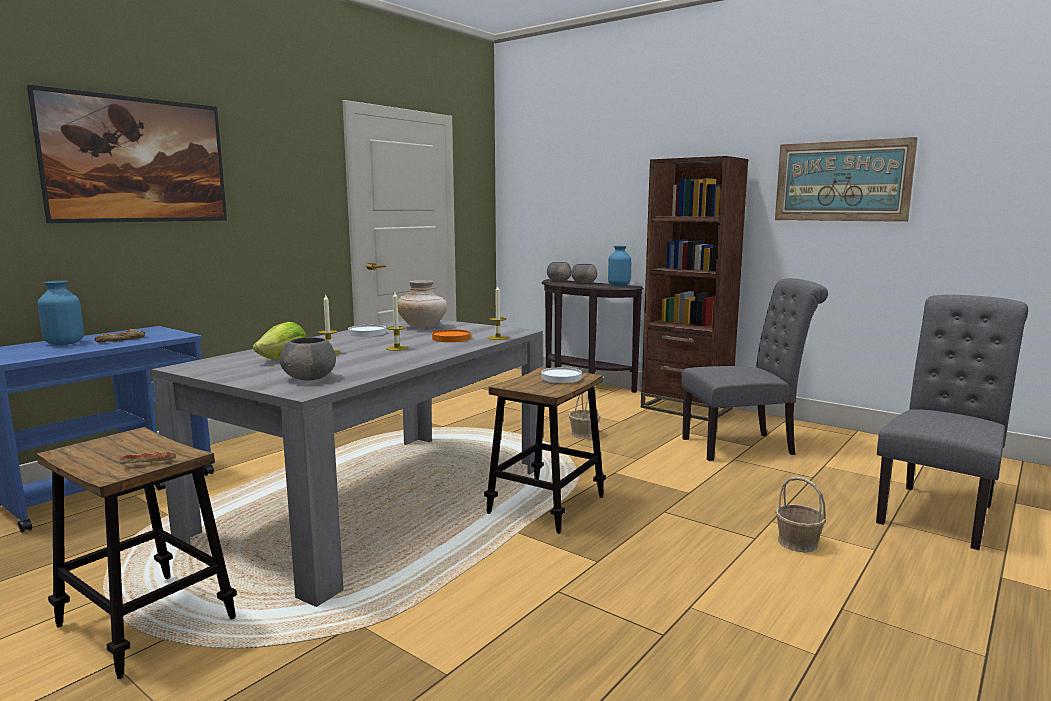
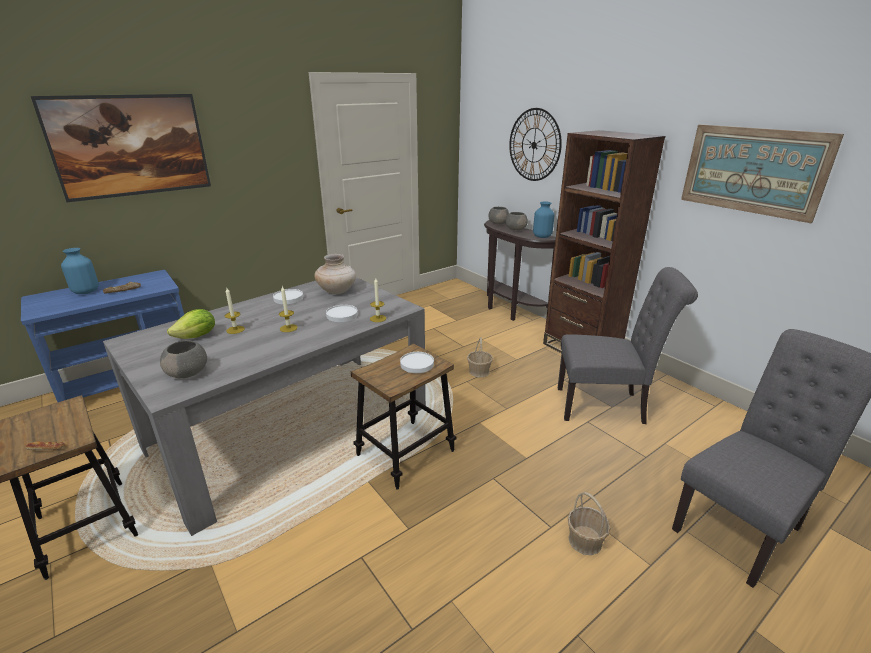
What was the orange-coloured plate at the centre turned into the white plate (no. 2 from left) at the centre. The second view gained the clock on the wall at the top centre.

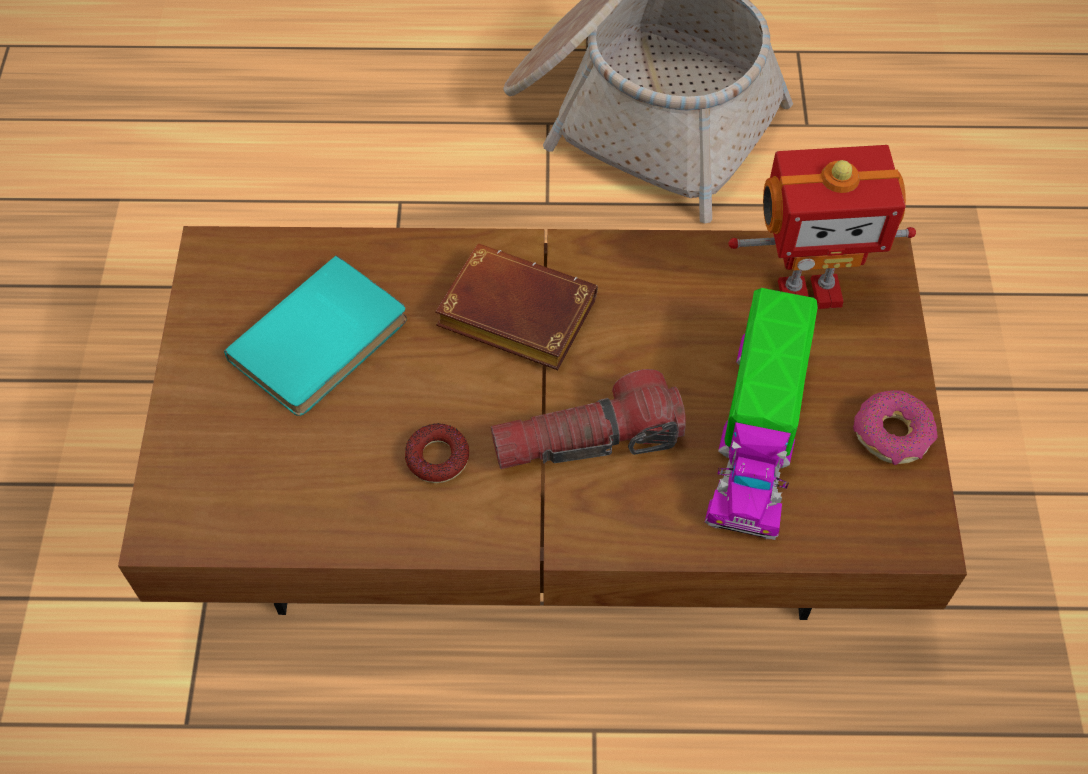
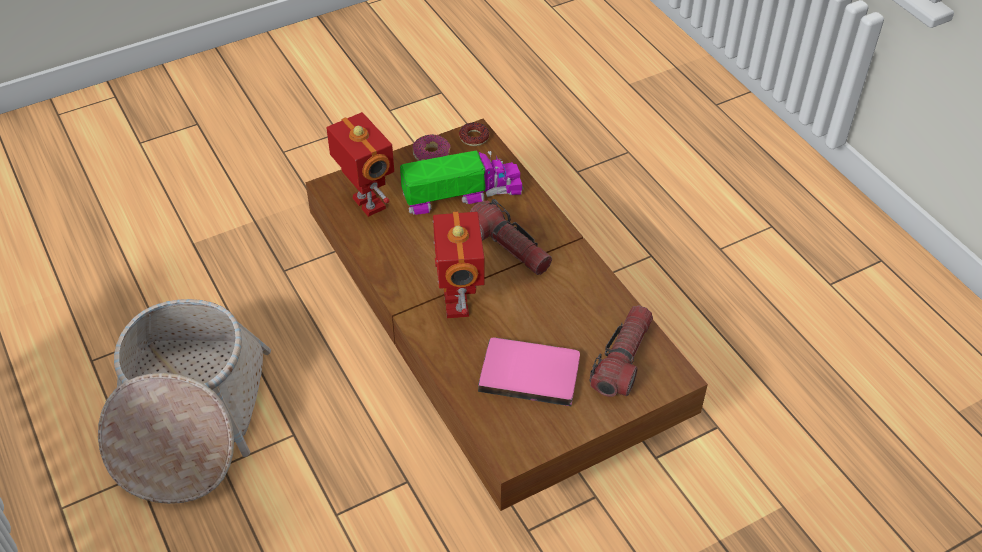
Where the brown book stood at the centre, the toy robot (no. 2 from left) came to stand at the centre. The donut (no. 1 from left in the first image) ended up elsewhere, having gone from the centre to the top centre. What was the turquoise book at the middle left turned into the pink book at the bottom centre. The second view gained the torch (no. 2 from left) at the centre.

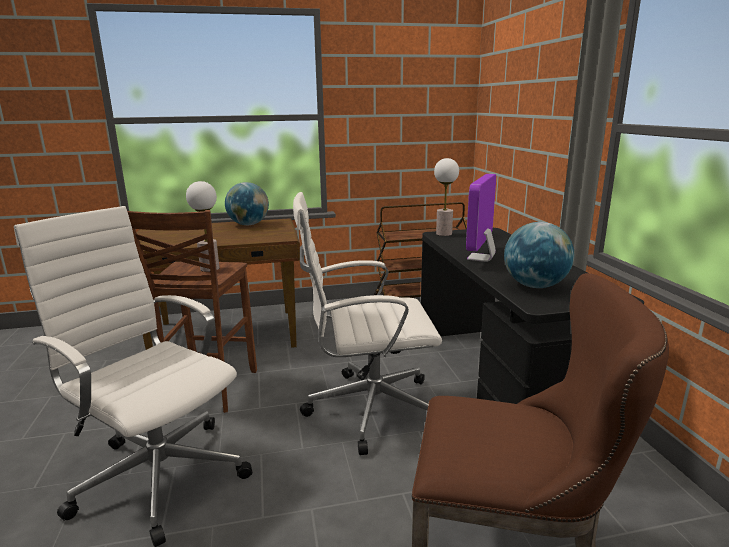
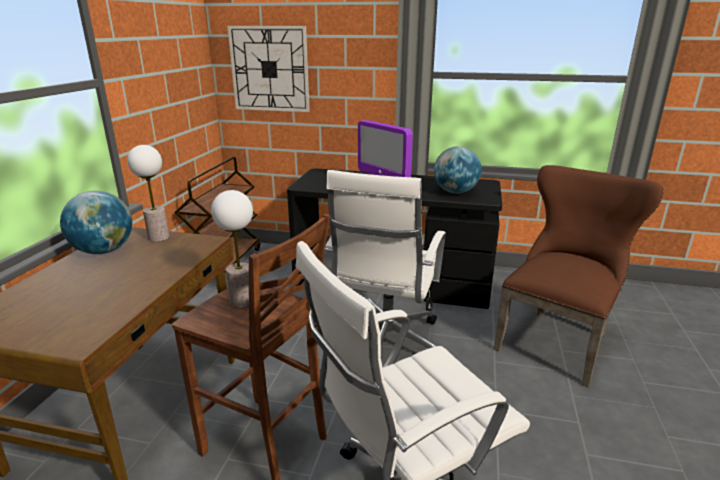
The table lamp (no. 2 from left in the first image) ended up elsewhere, having gone from the centre to the middle left. The second view gained the clock on the wall at the top centre.

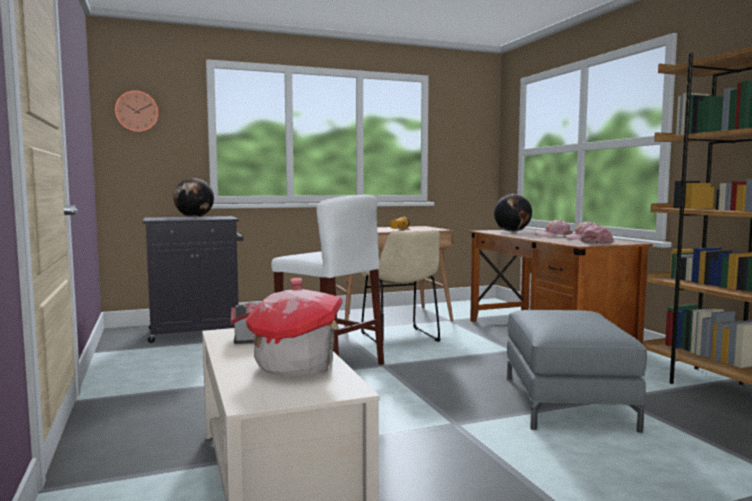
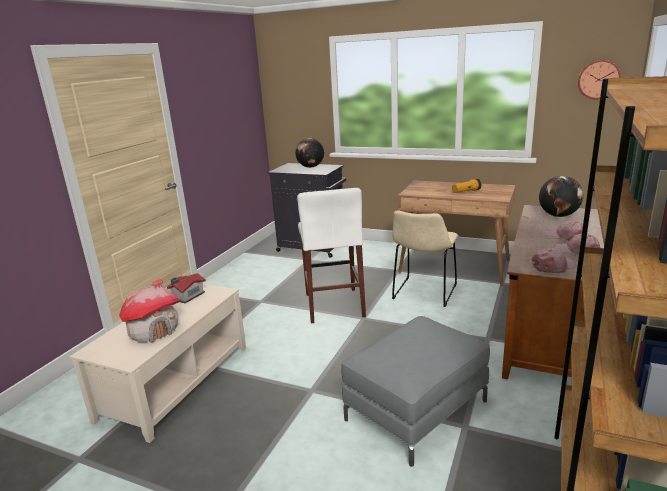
The clock on the wall ended up elsewhere, having gone from the top left to the top right.

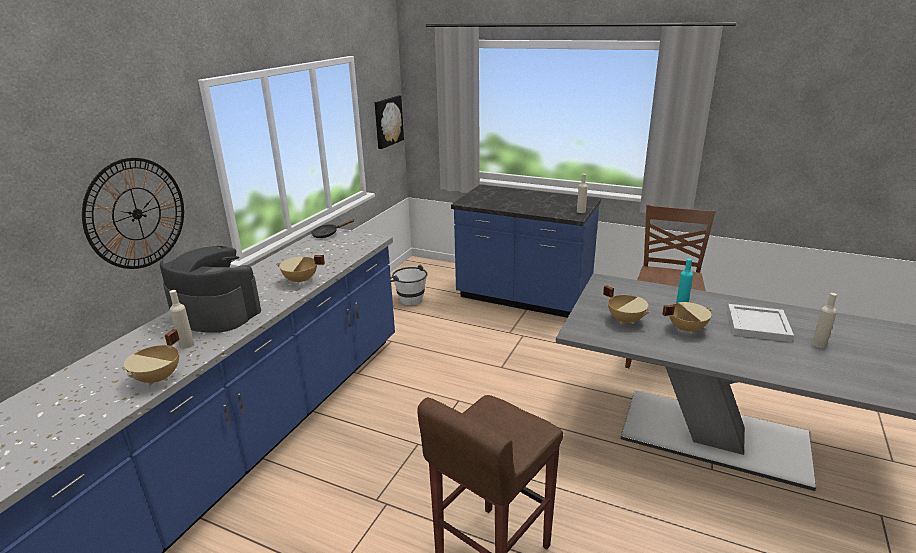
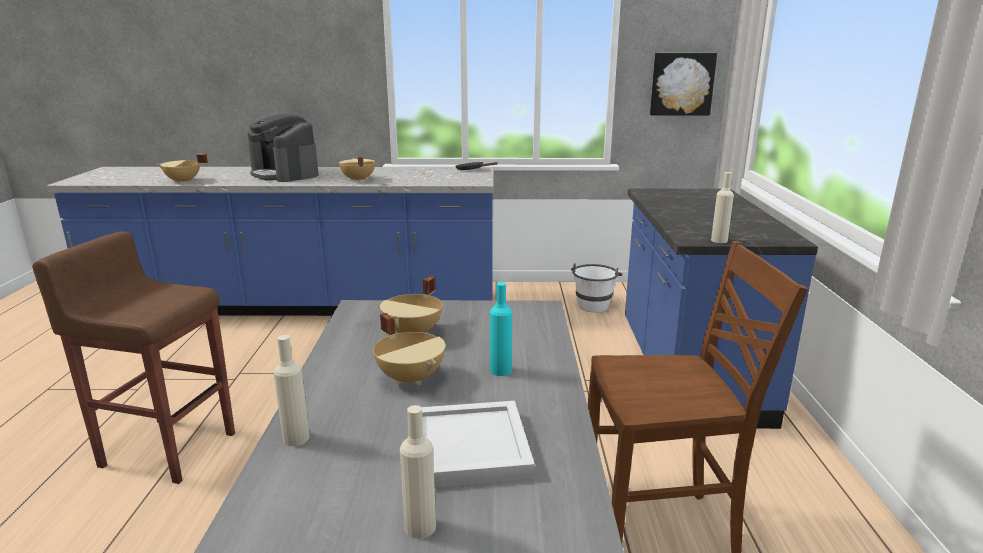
The coffee maker at the middle left ended up facing another way, 135 degrees clockwise from before. The sand-coloured bottle (no. 1 from left) ended up elsewhere, having gone from the middle left to the bottom left. The second view lost the clock on the wall at the middle left.

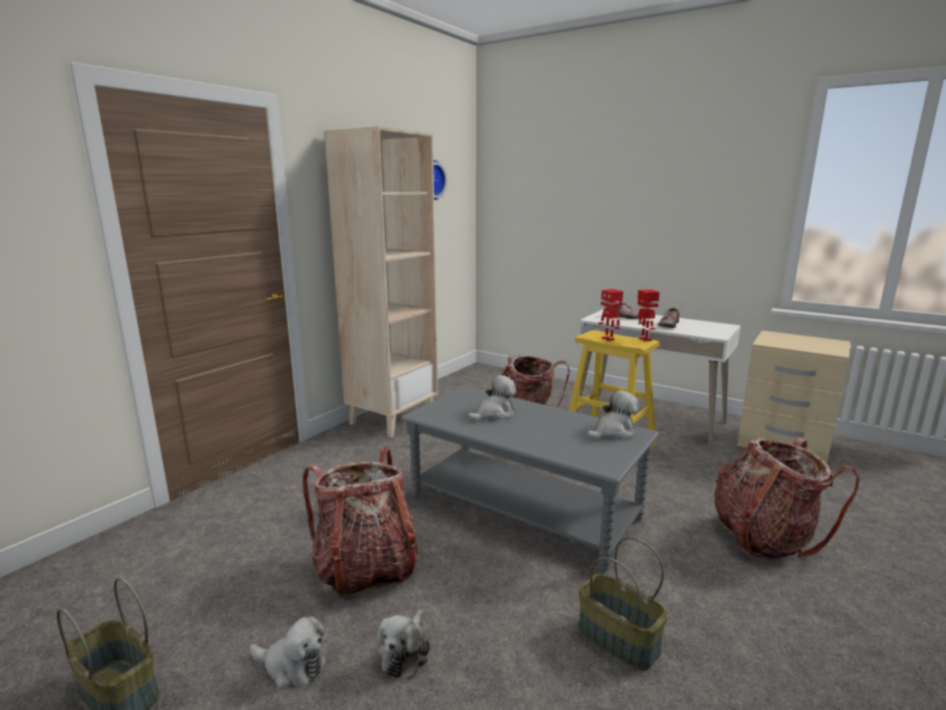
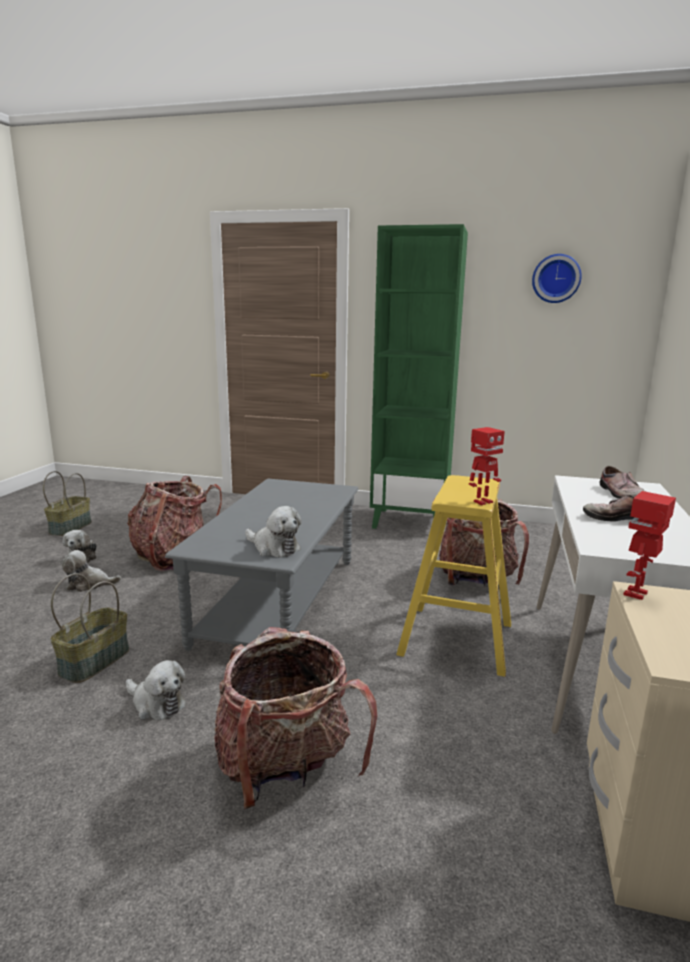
The soft toy (no. 3 from left) ended up elsewhere, having gone from the centre to the bottom left. What was the sand-coloured bookshelf at the centre turned into the greenish bookshelf at the centre. The toy robot (no. 1 from left in the first image) ended up elsewhere, having gone from the centre to the middle right.

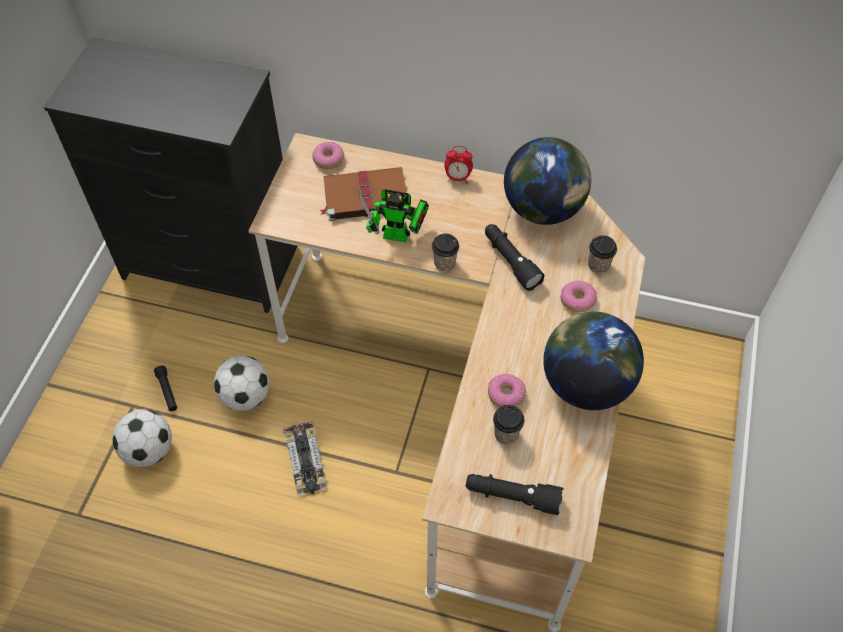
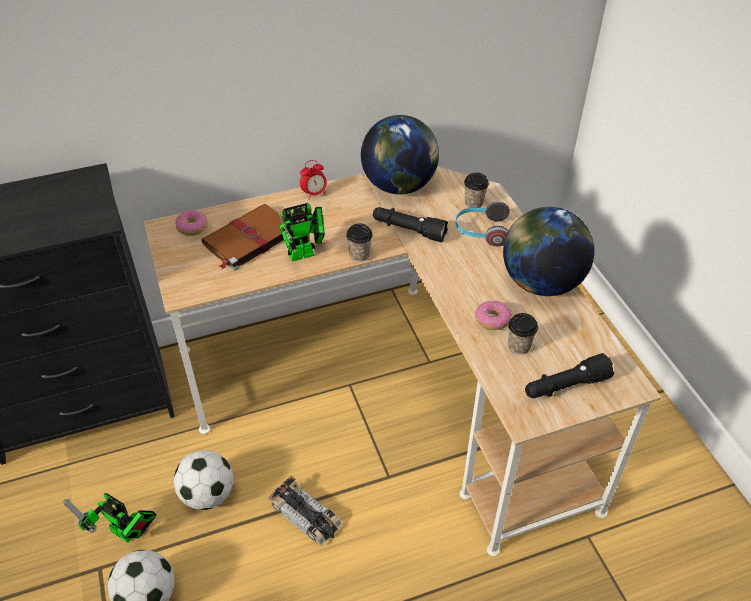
Where the black-coloured torch (no. 1 from left) stood at the middle left, the toy robot (no. 1 from left) came to stand at the bottom left. Where the donut (no. 3 from left) stood at the middle right, the headset came to stand at the centre.

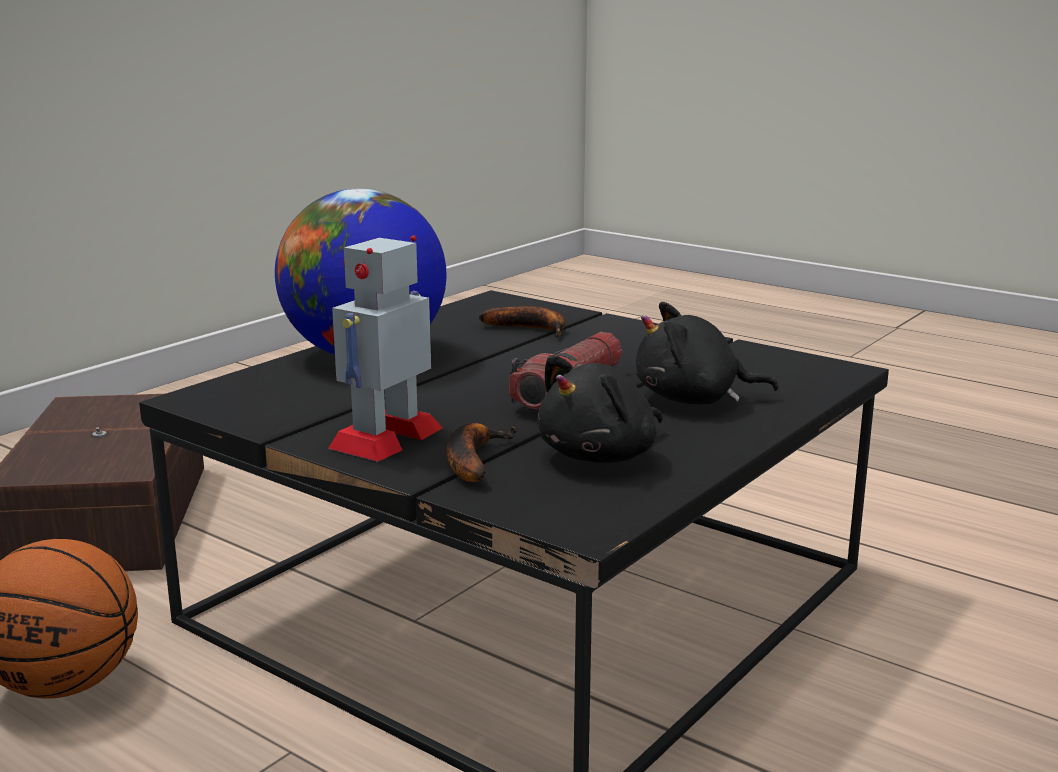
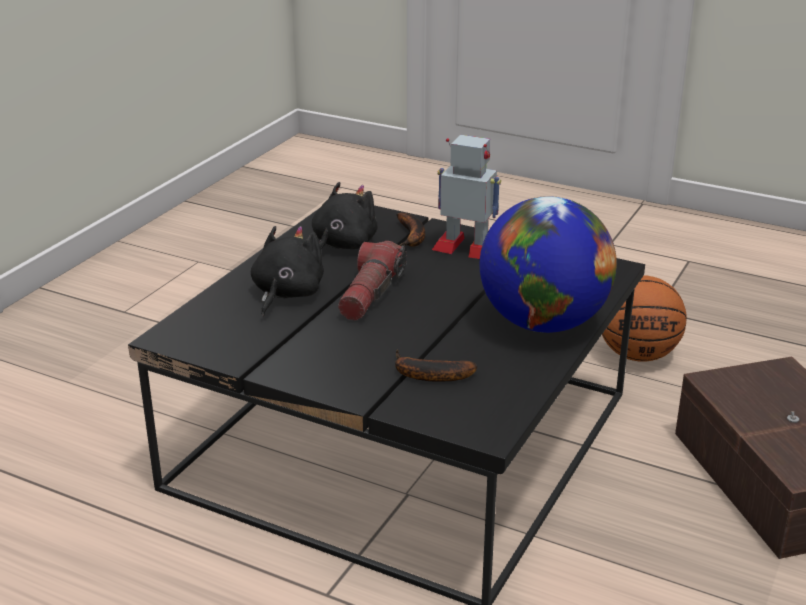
The black-coloured soft toy (no. 2 from left in the first image) at the middle right ended up facing another way, 60 degrees counterclockwise from before. The toy robot at the centre ended up facing another way, 90 degrees counterclockwise from before.

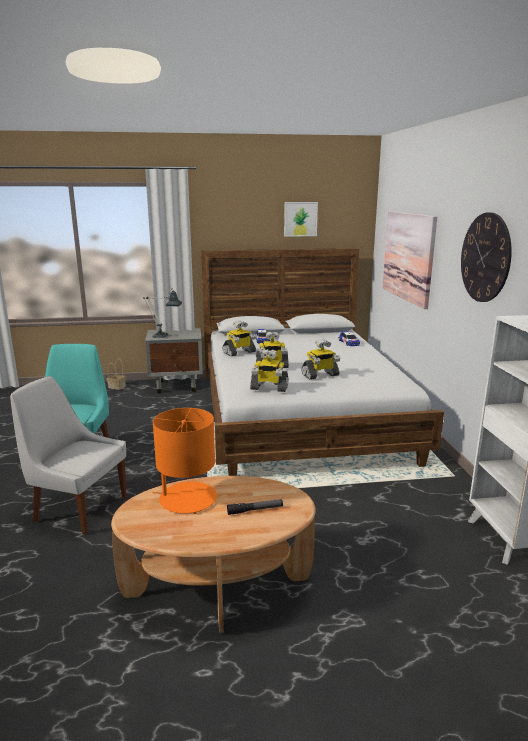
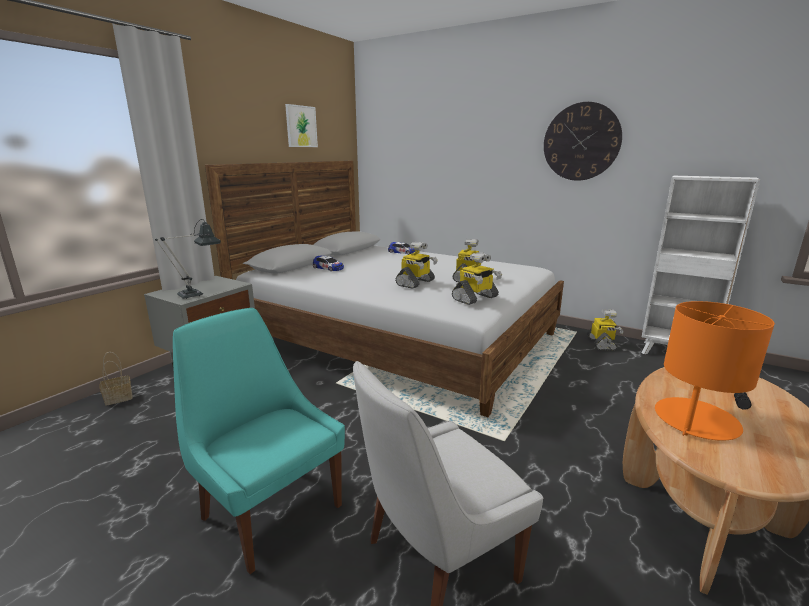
The toy robot (no. 1 from left in the first image) ended up elsewhere, having gone from the centre to the middle right. The second view lost the wall art (no. 2 from left) at the middle right.

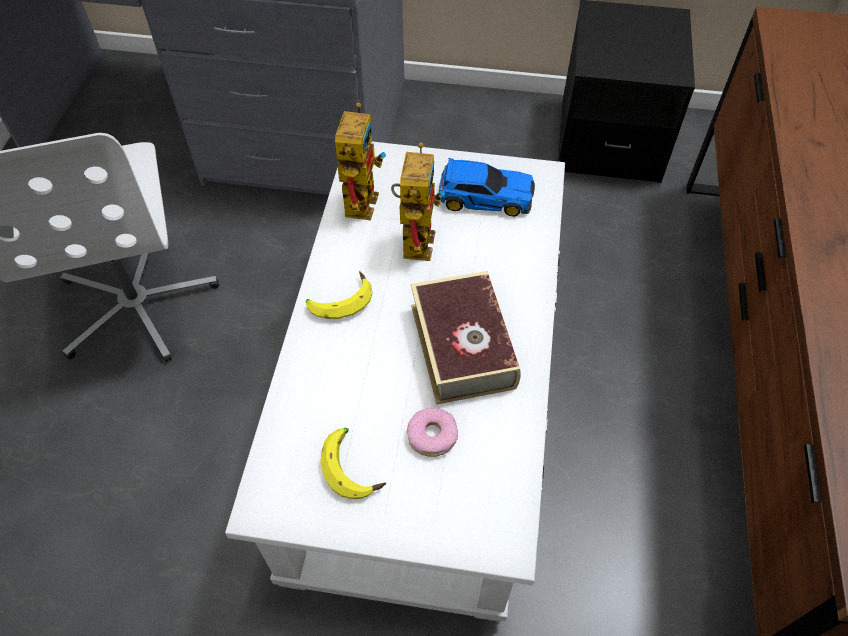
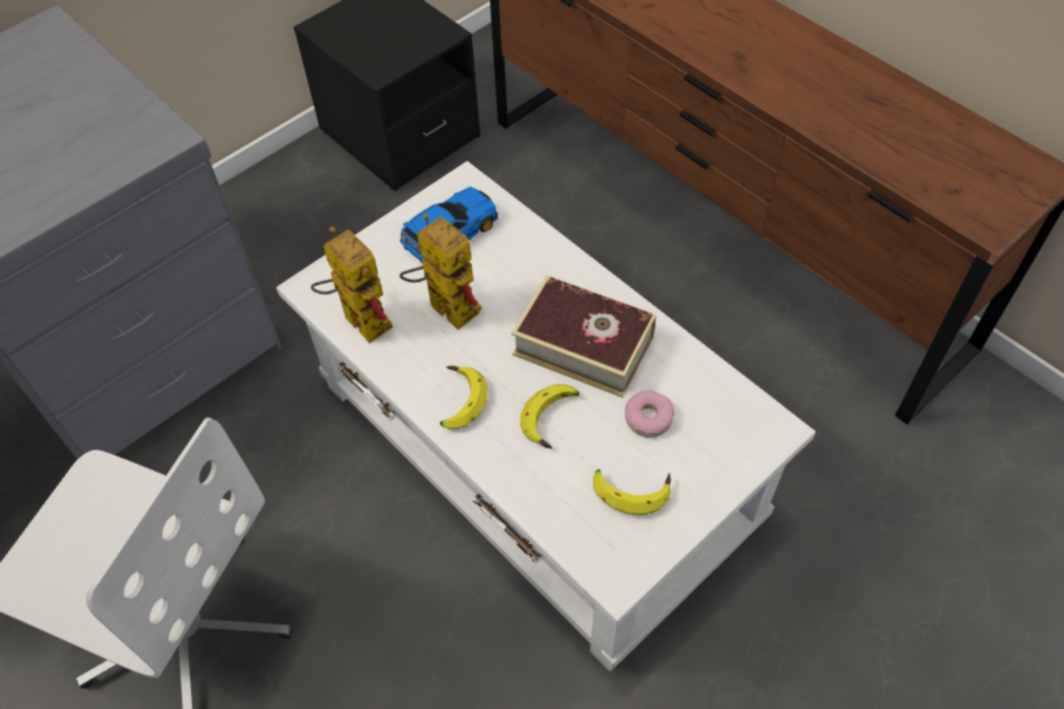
The second view gained the whole banana (no. 2 from left) at the centre.

